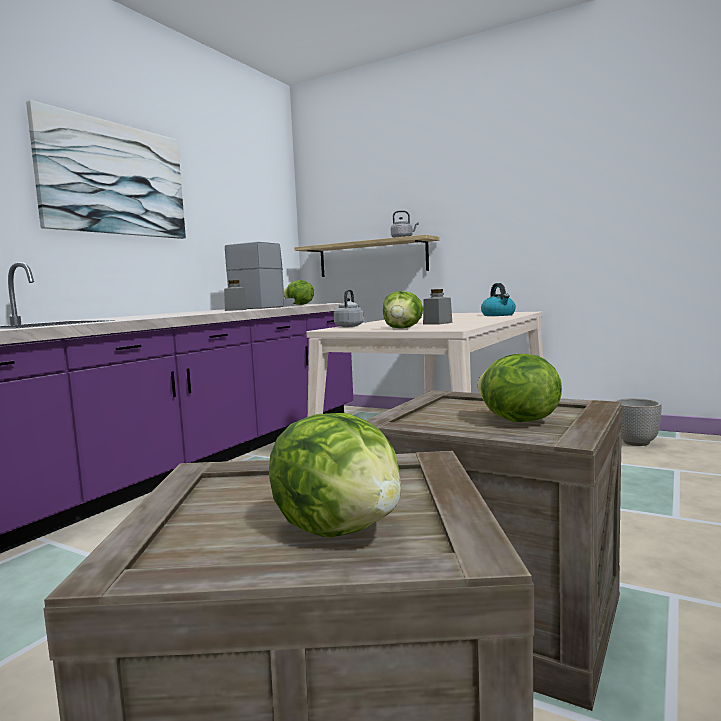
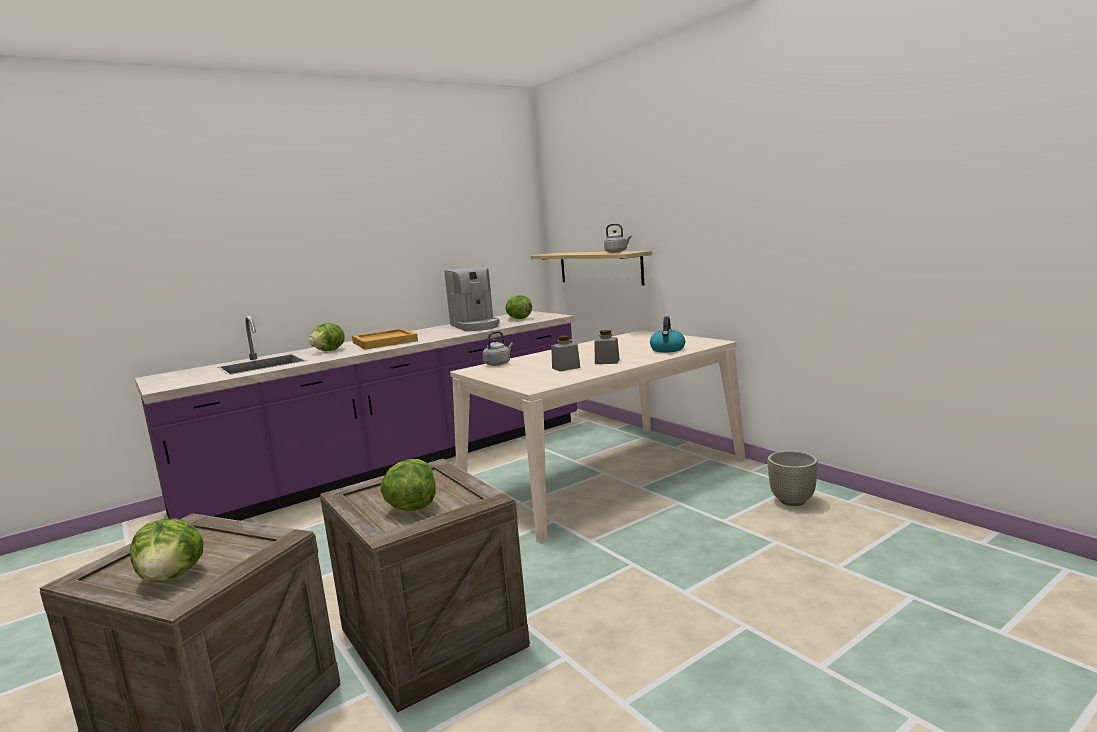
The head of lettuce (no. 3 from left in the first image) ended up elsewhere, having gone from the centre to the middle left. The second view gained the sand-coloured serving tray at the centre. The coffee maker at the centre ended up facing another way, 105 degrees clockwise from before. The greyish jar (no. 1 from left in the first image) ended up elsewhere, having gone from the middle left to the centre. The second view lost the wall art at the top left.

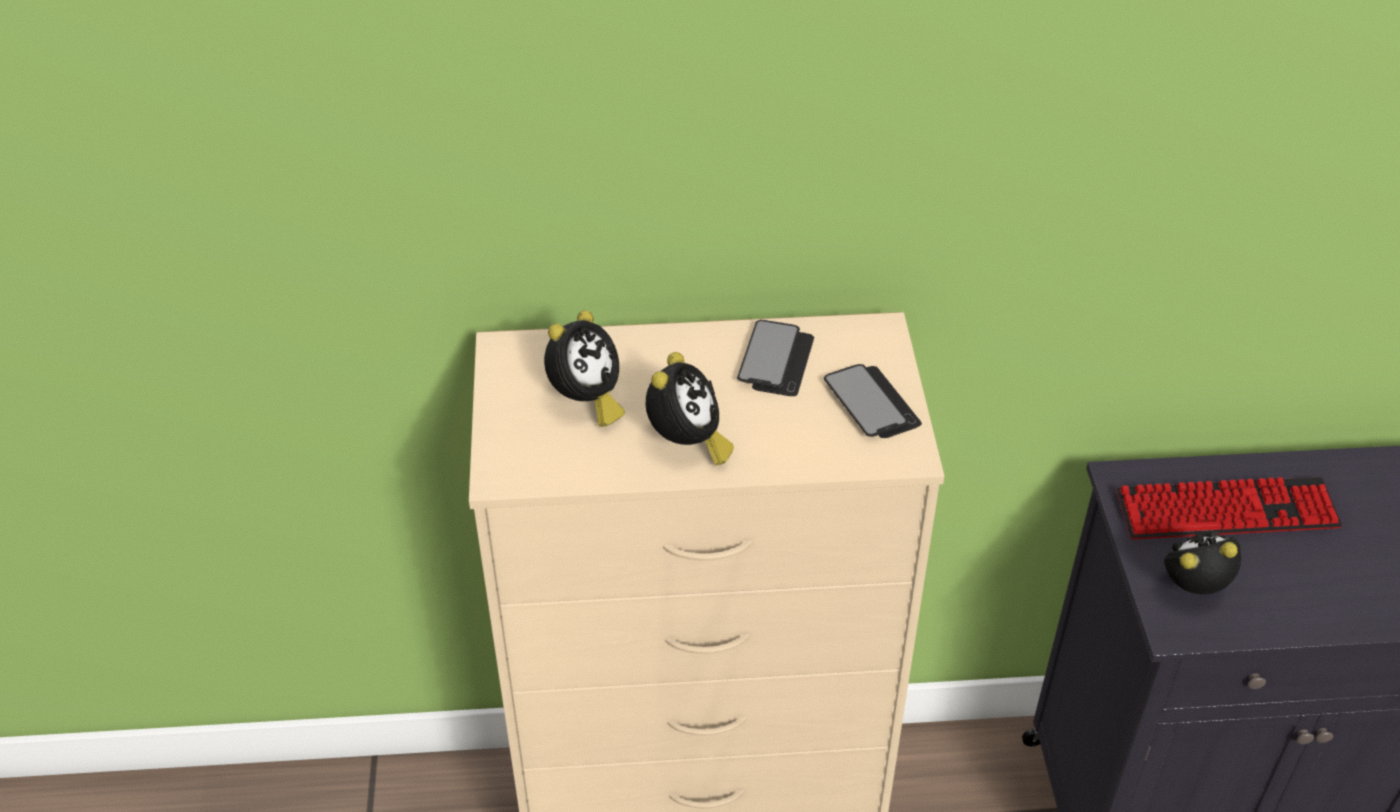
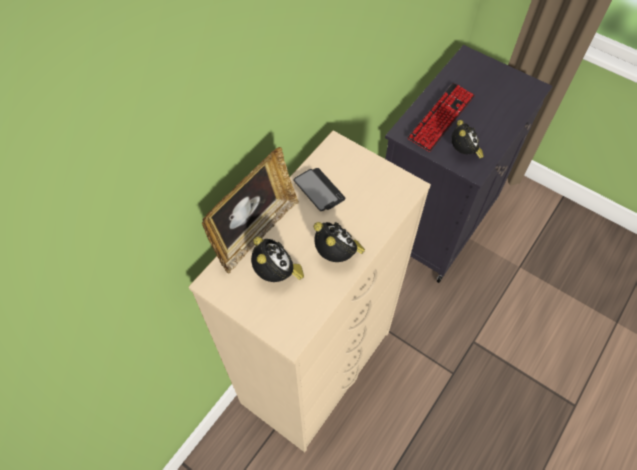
The second view gained the photo frame at the centre. The alarm clock (no. 3 from left) at the bottom right ended up facing another way, 150 degrees clockwise from before. The second view lost the phone (no. 2 from left) at the centre.

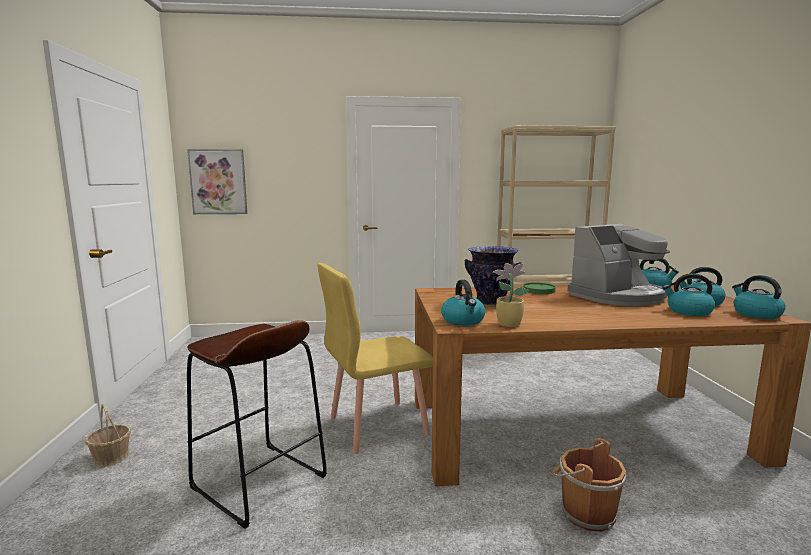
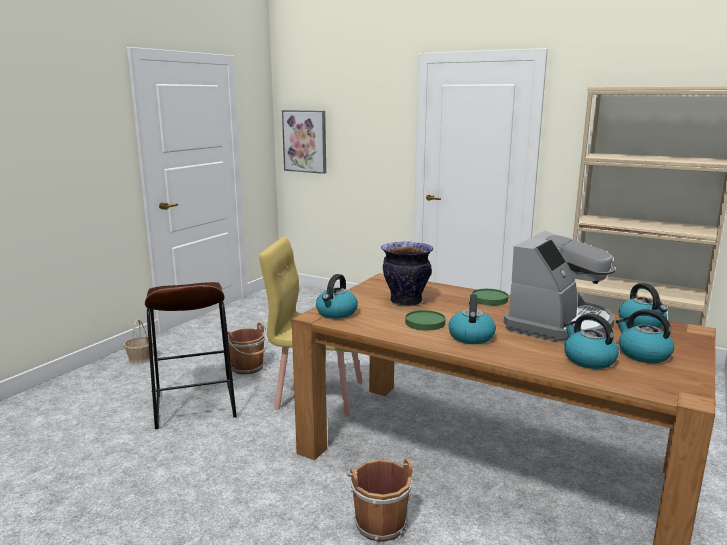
The second view gained the brown pail (no. 1 from left) at the centre. The second view gained the greenish plate (no. 1 from left) at the centre. The kettle (no. 5 from left in the first image) ended up elsewhere, having gone from the middle right to the centre. The coffee maker at the middle right ended up facing another way, 60 degrees counterclockwise from before. The second view lost the potted plant at the centre.

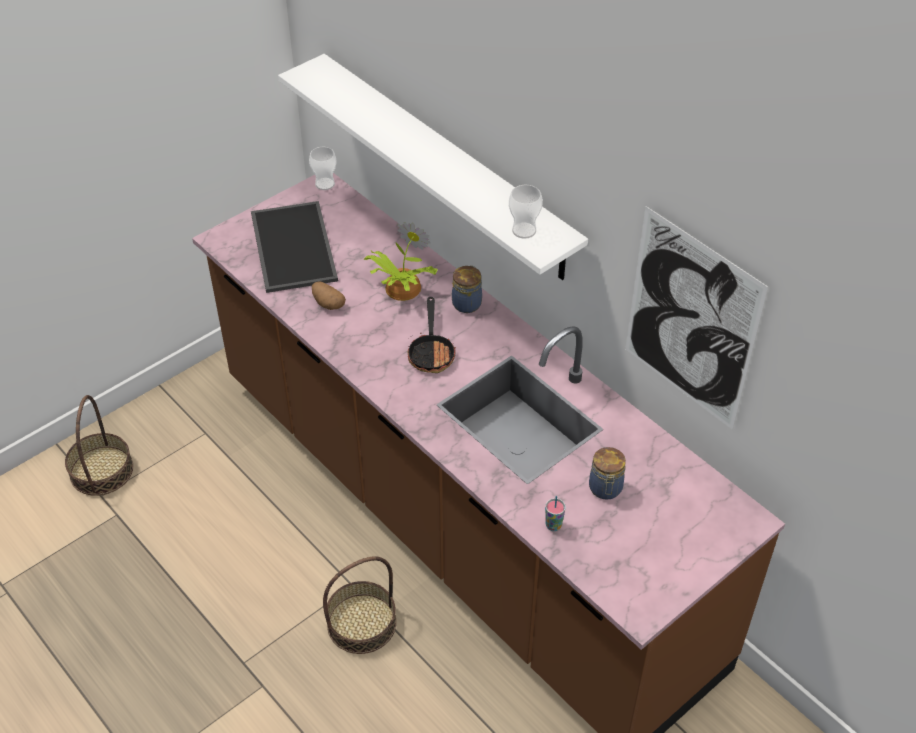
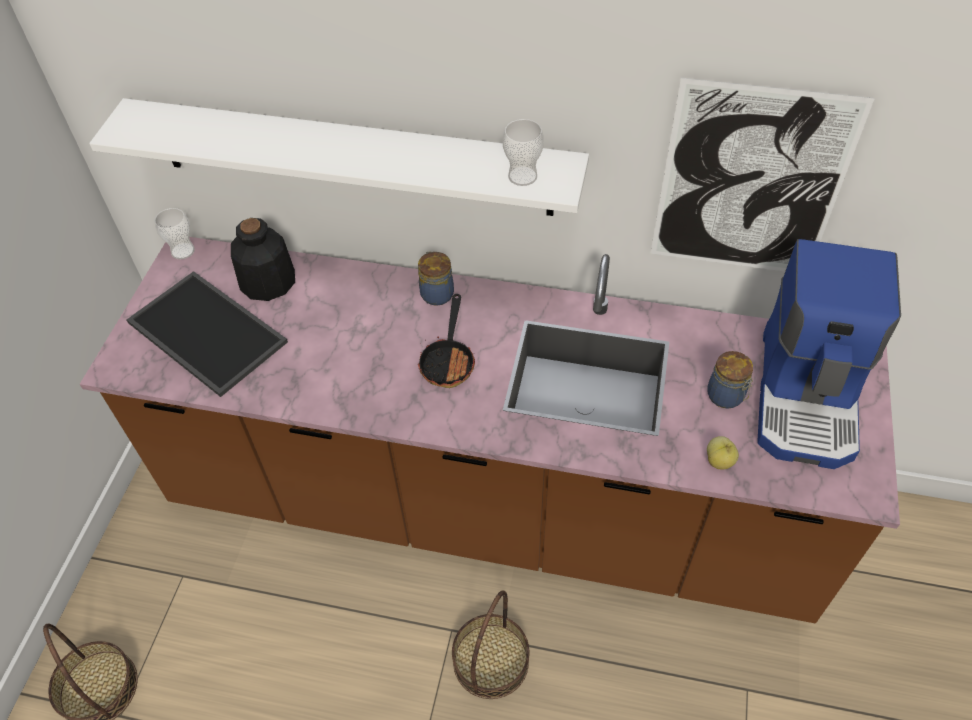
The second view gained the bottle at the middle left. The frying pan at the centre ended up facing another way, 45 degrees clockwise from before. Where the small cup (no. 3 from left) stood at the bottom centre, the whole apple came to stand at the middle right. The second view gained the coffee maker at the middle right. The second view lost the spud at the centre. The second view lost the potted plant at the centre.

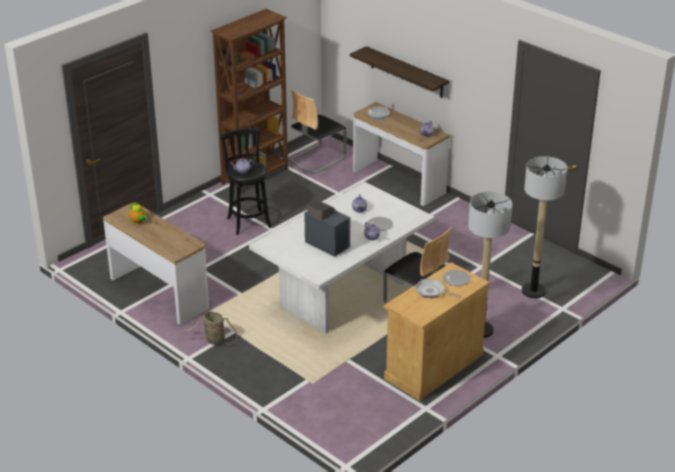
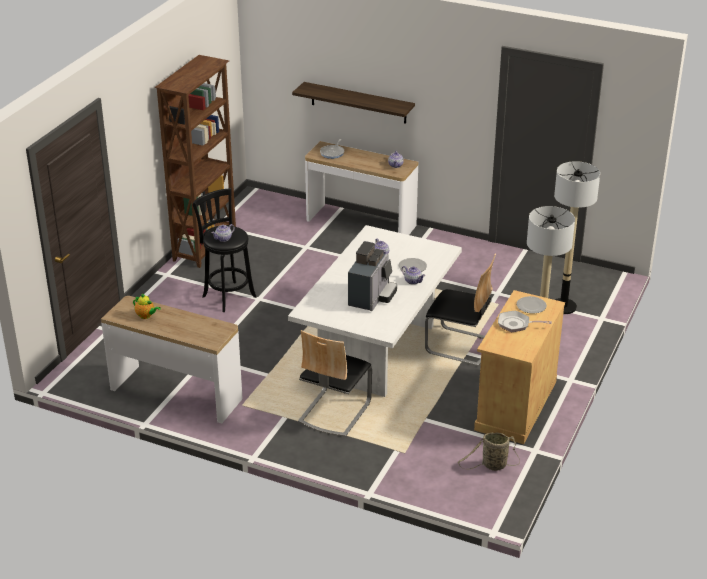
The chair (no. 1 from left) ended up elsewhere, having gone from the top centre to the centre. The coffee maker at the centre ended up facing another way, 90 degrees clockwise from before. The storage basket ended up elsewhere, having gone from the bottom left to the bottom right.

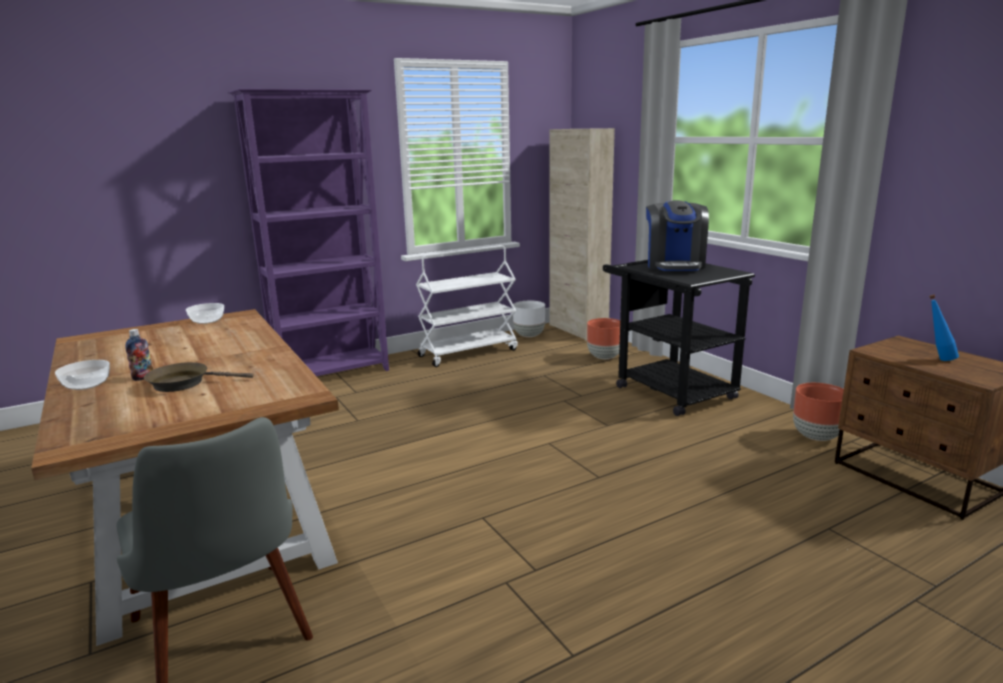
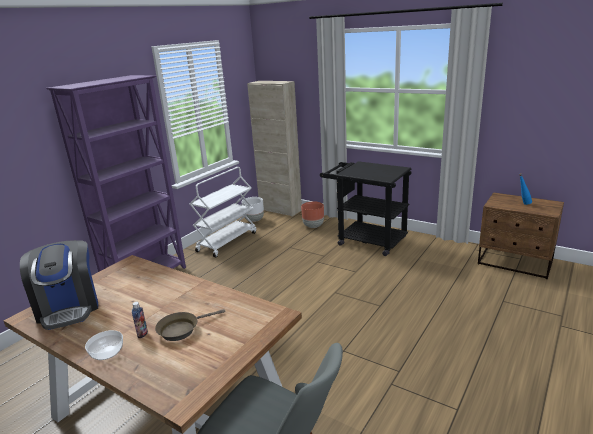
The coffee maker ended up elsewhere, having gone from the middle right to the middle left. The second view lost the bowl (no. 2 from left) at the middle left. The second view lost the brown planter (no. 2 from left) at the middle right.

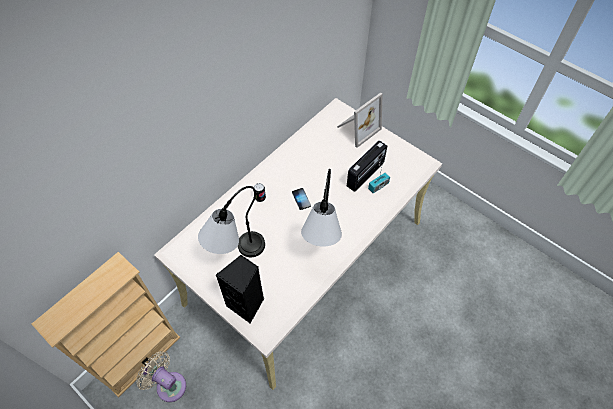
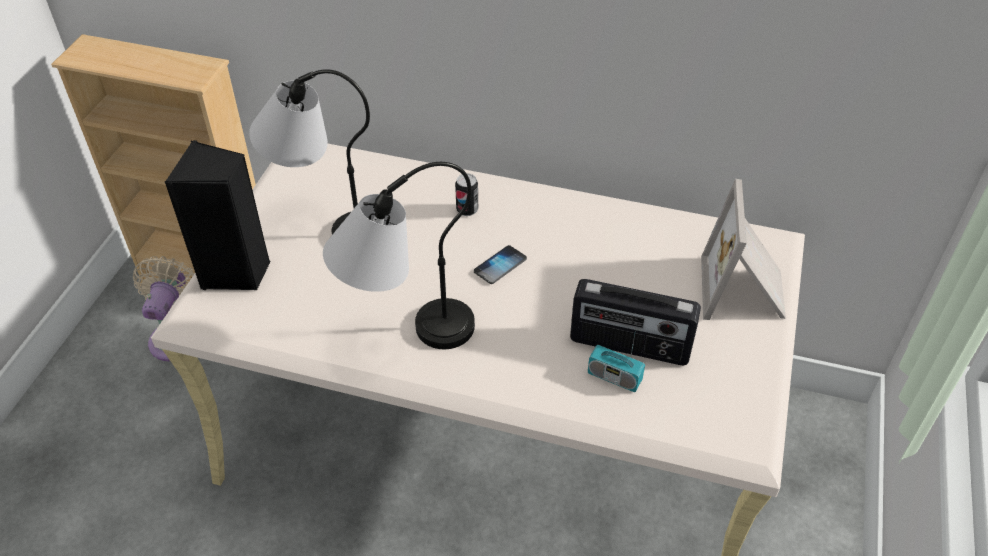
The photo frame at the top centre ended up facing another way, 75 degrees clockwise from before.

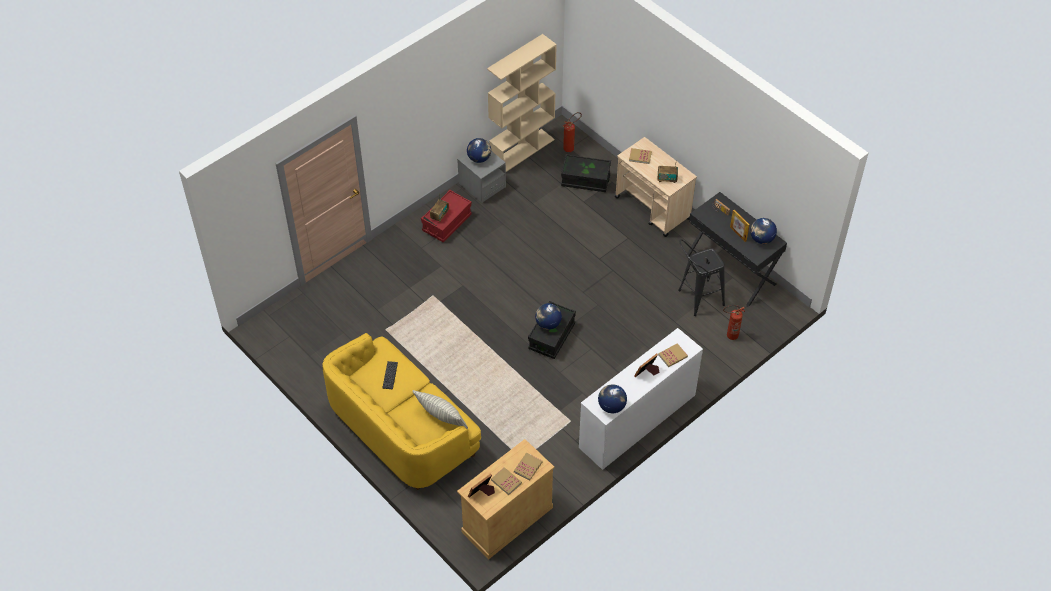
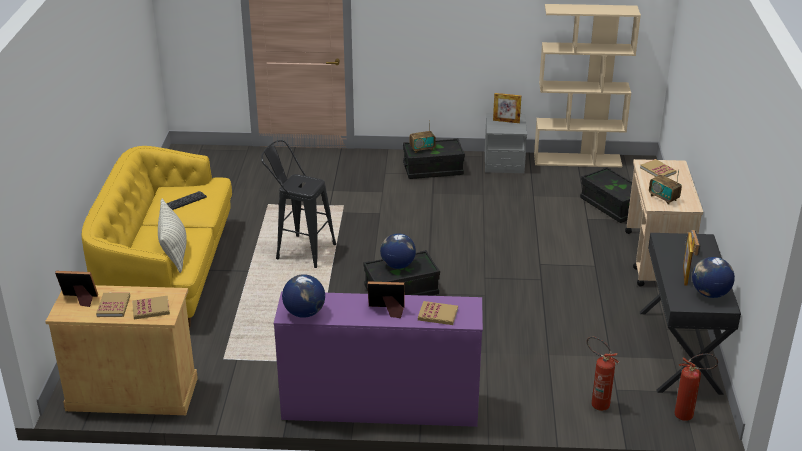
The black-coloured stool seat ended up elsewhere, having gone from the middle right to the centre. What was the white drawer chest at the bottom centre turned into the purple-coloured drawer chest at the bottom centre. What was the reddish storage container at the centre turned into the black-coloured storage container (no. 2 from left) at the centre. Where the globe (no. 1 from left) stood at the top centre, the photo frame (no. 3 from left) came to stand at the top centre. The fire extinguisher (no. 1 from left in the first image) ended up elsewhere, having gone from the top centre to the bottom right.

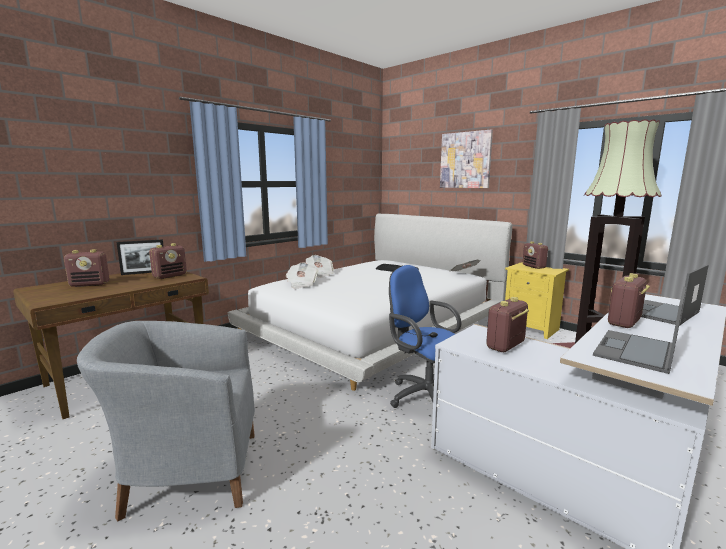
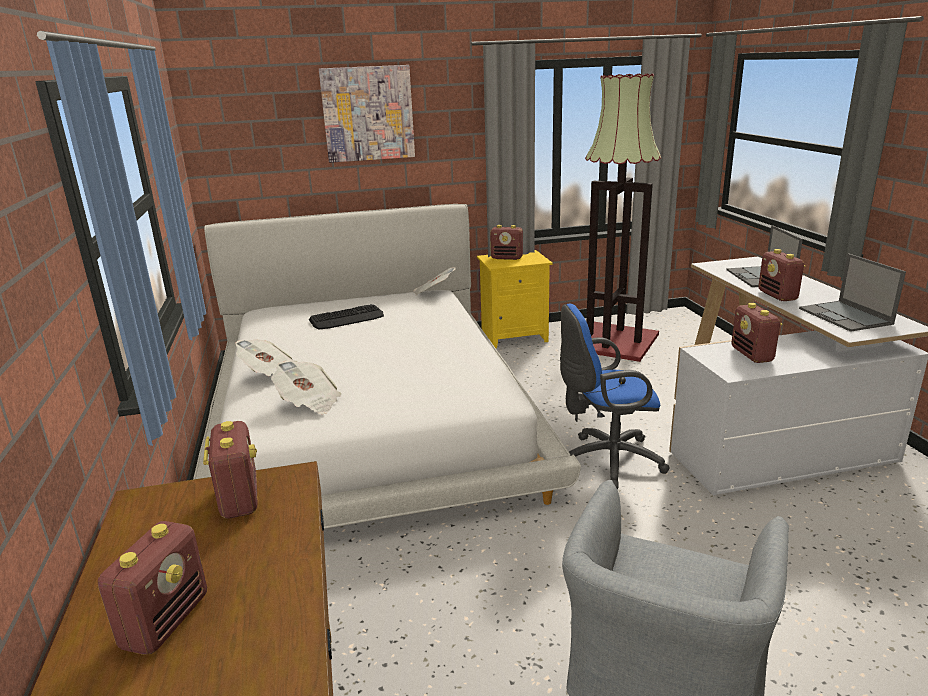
The second view lost the photo frame at the middle left.

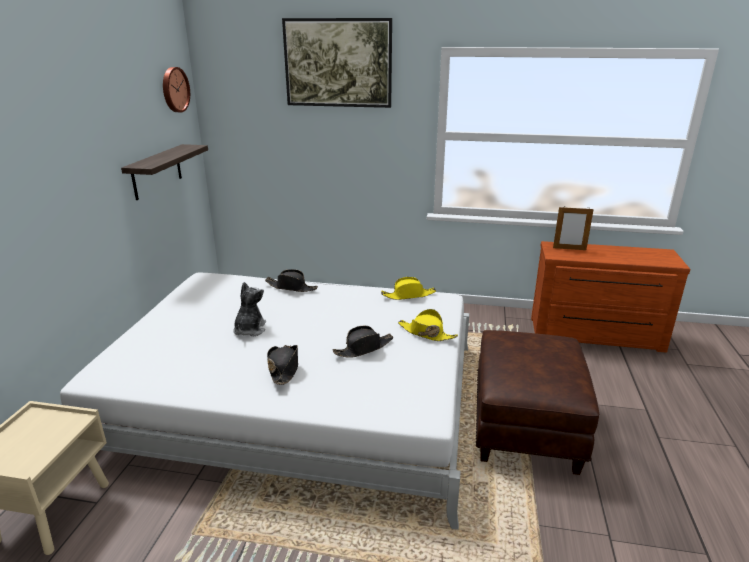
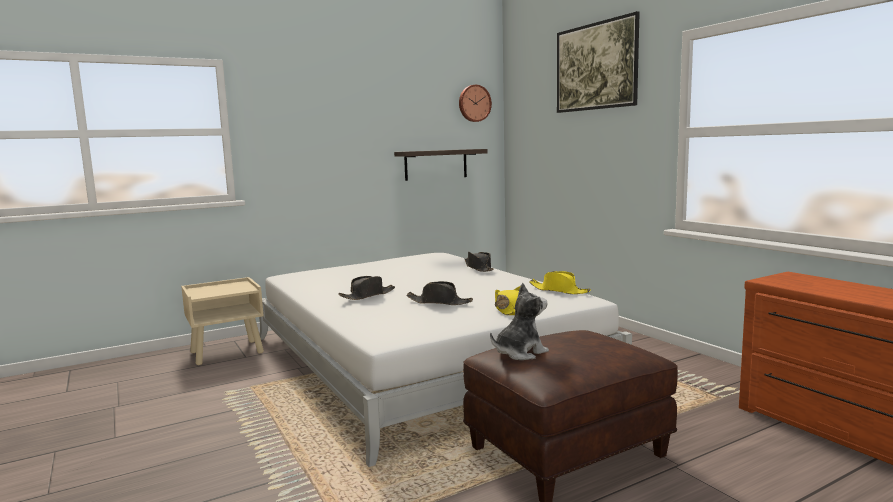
The soft toy ended up elsewhere, having gone from the middle left to the centre. The second view lost the photo frame at the middle right.

